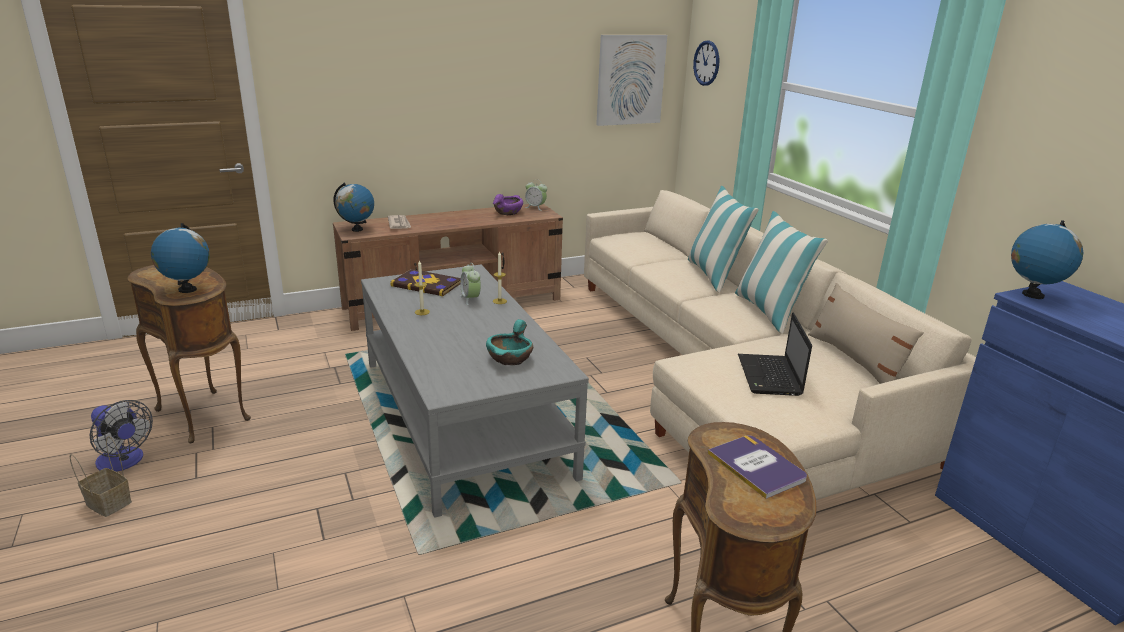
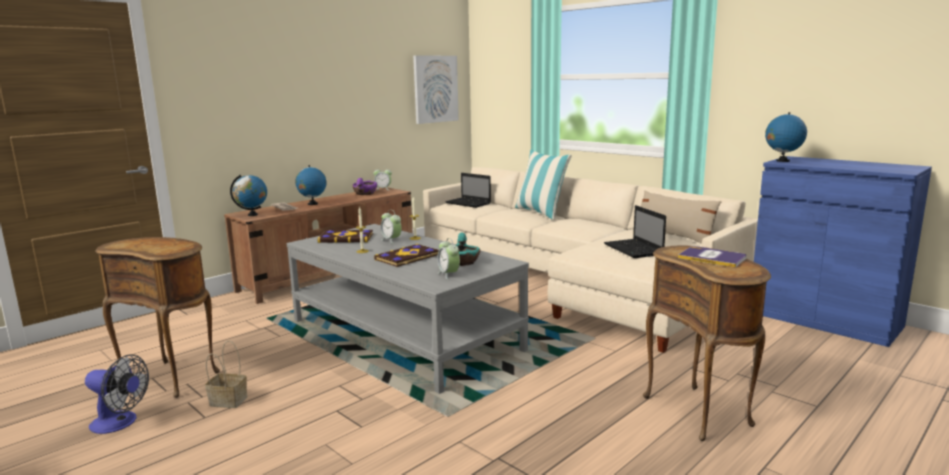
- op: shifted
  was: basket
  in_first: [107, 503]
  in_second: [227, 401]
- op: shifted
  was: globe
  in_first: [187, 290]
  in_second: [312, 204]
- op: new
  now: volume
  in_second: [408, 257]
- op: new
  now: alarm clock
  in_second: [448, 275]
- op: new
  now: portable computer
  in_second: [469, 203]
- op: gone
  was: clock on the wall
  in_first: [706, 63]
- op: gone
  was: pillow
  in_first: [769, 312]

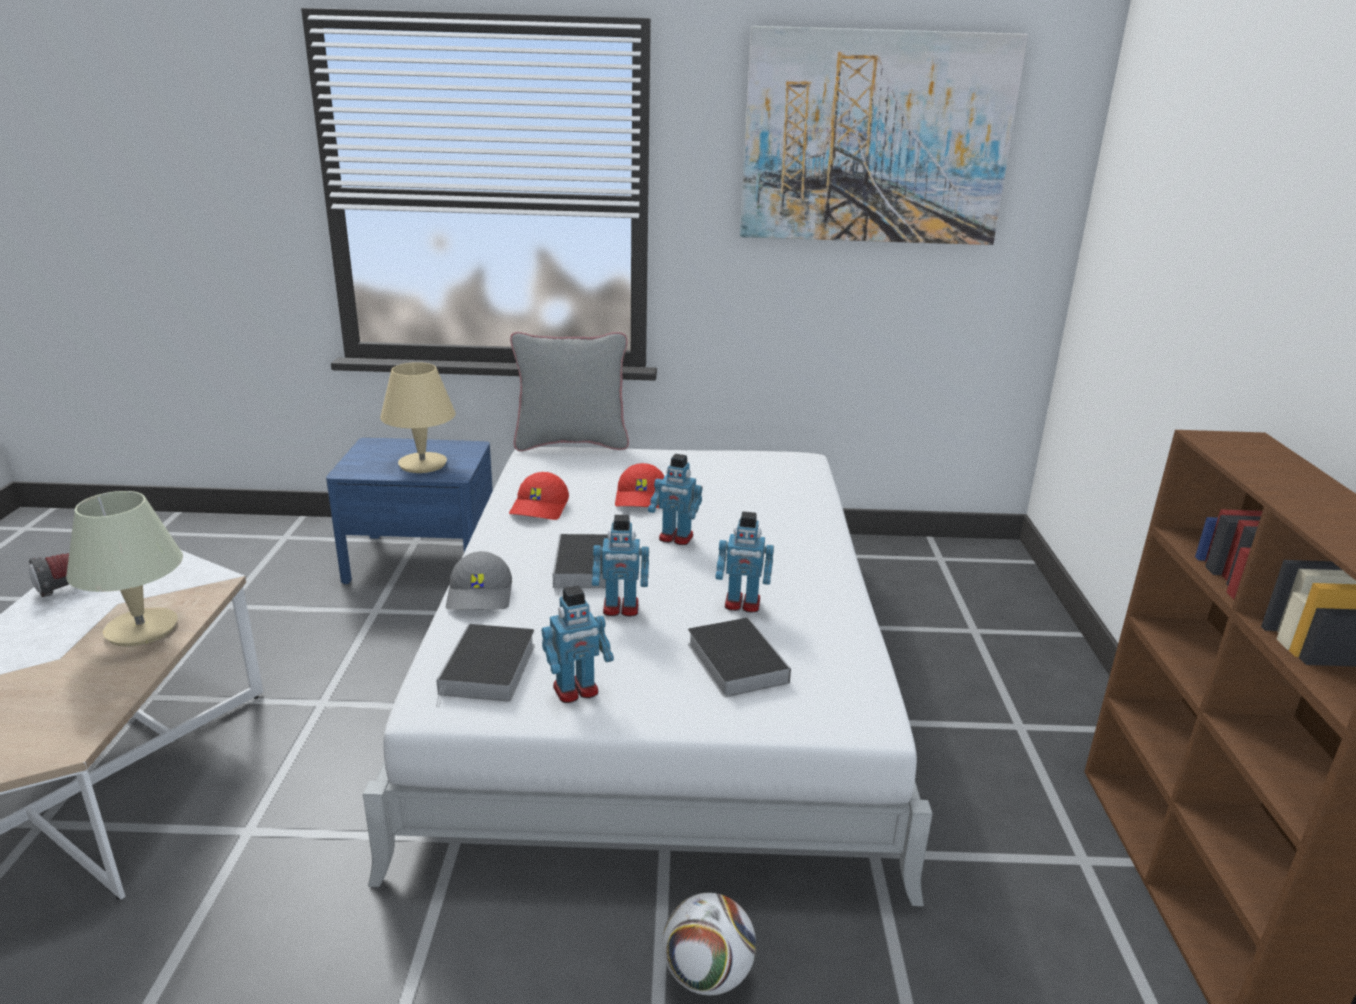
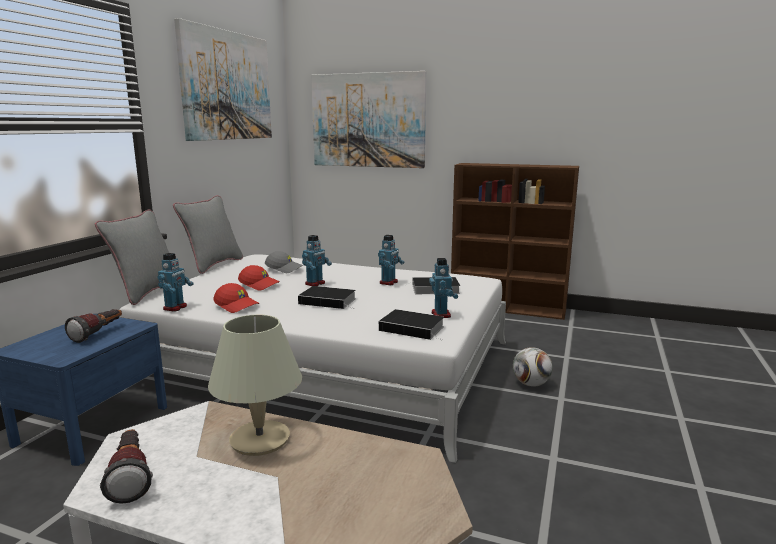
- op: swapped
  was: tabletop lamp/sand-coloured
  now: torch
  in_first: [422, 464]
  in_second: [99, 333]
- op: shifted
  was: model robot
  in_first: [621, 608]
  in_second: [175, 308]
- op: new
  now: pillow/grey
  in_second: [213, 265]
- op: shifted
  was: peaked cap/grey
  in_first: [481, 595]
  in_second: [284, 269]
- op: new
  now: picture
  in_second: [368, 120]

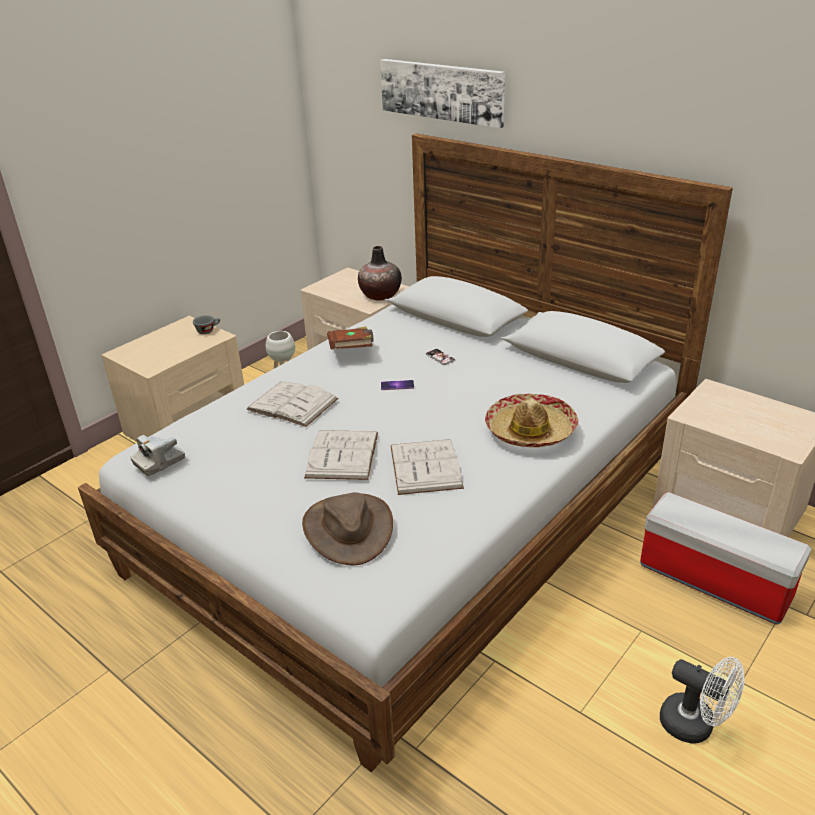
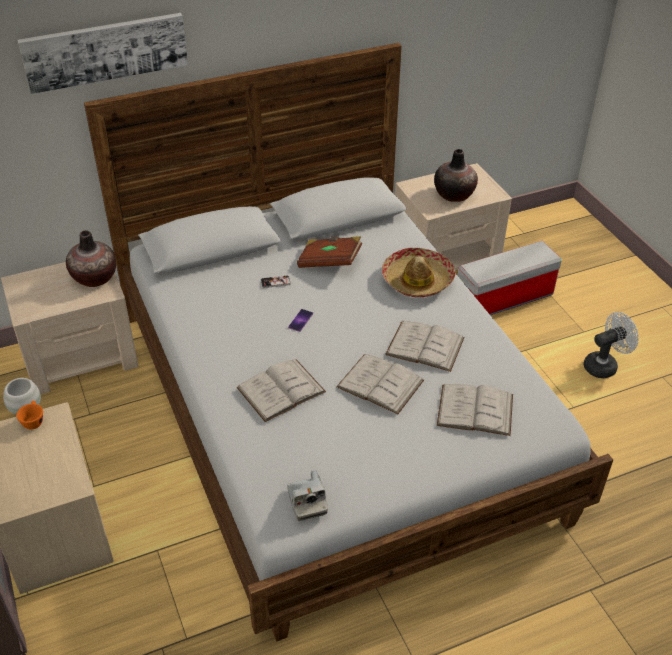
- op: repainted
  was: small cup/grey
  now: small cup/orange-coloured
  in_first: [208, 330]
  in_second: [33, 420]
- op: shifted
  was: volume/brownish
  in_first: [351, 350]
  in_second: [329, 262]
- op: new
  now: vase
  in_second: [454, 195]
- op: swapped
  was: hat/brownish
  now: volume/whitish
  in_first: [348, 529]
  in_second: [475, 410]

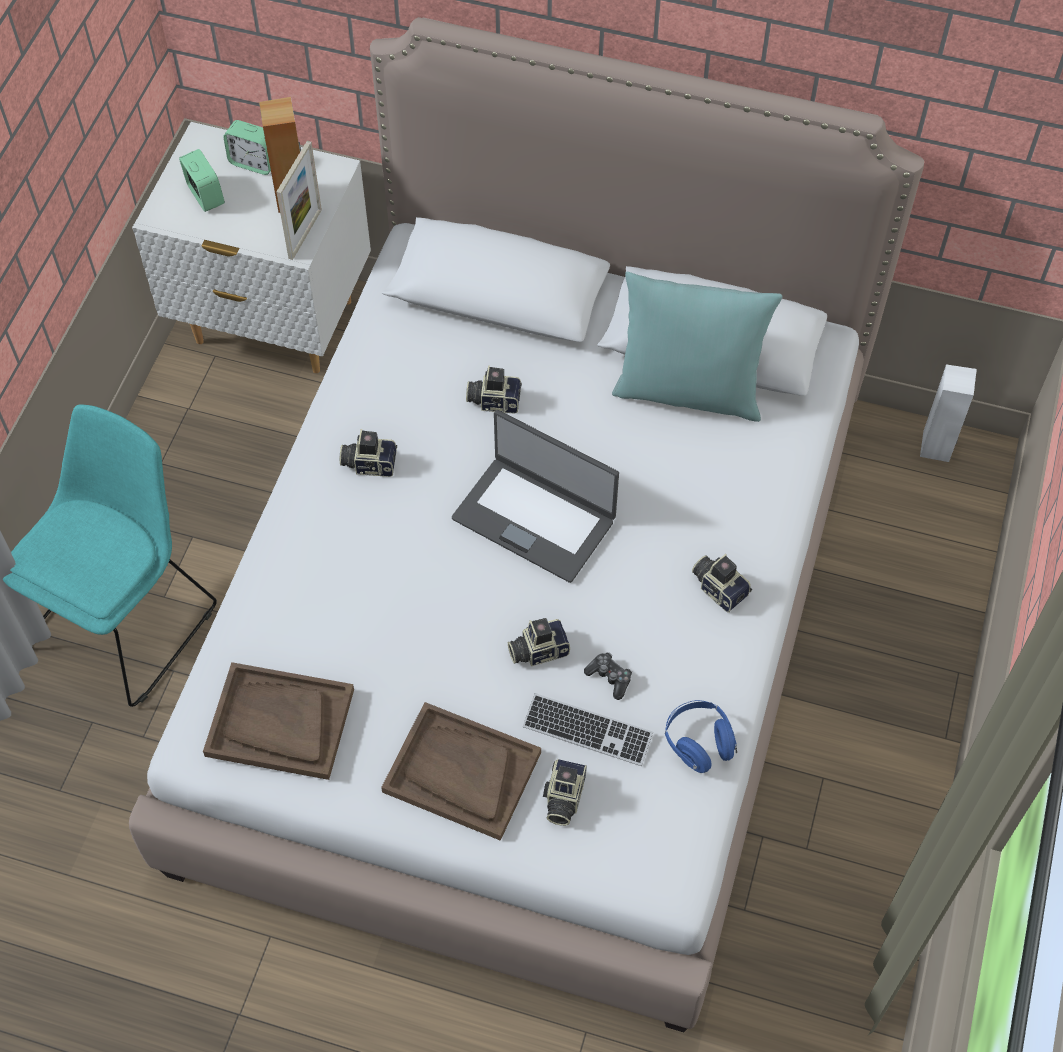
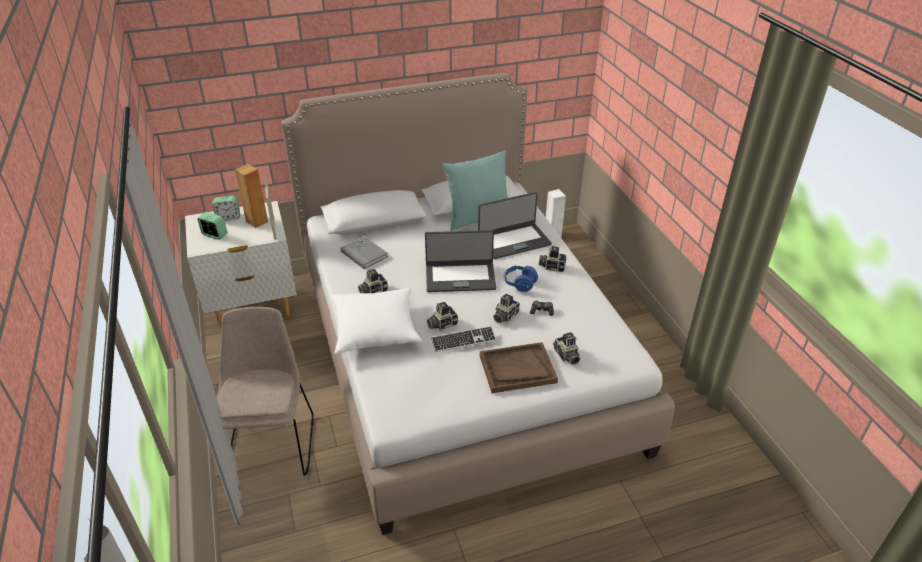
- op: repainted
  was: upright chair/turquoise
  now: upright chair/sand-coloured
  in_first: [125, 619]
  in_second: [271, 444]
- op: new
  now: pillow/whitish
  in_second: [375, 330]
- op: new
  now: volume/grey
  in_second: [364, 254]
- op: shifted
  was: still camera
  in_first: [494, 400]
  in_second: [441, 324]
- op: shifted
  was: PC keyboard
  in_first: [587, 731]
  in_second: [463, 340]
- op: new
  now: portable computer
  in_second: [514, 241]
- op: shifted
  was: pair of headphones/blue-coloured
  in_first: [699, 743]
  in_second: [519, 284]
- op: gone
  was: carrying tray/brownish
  in_first: [279, 723]

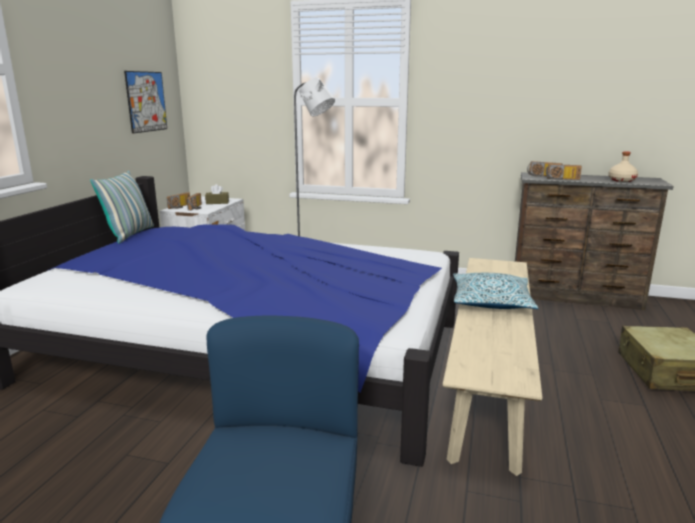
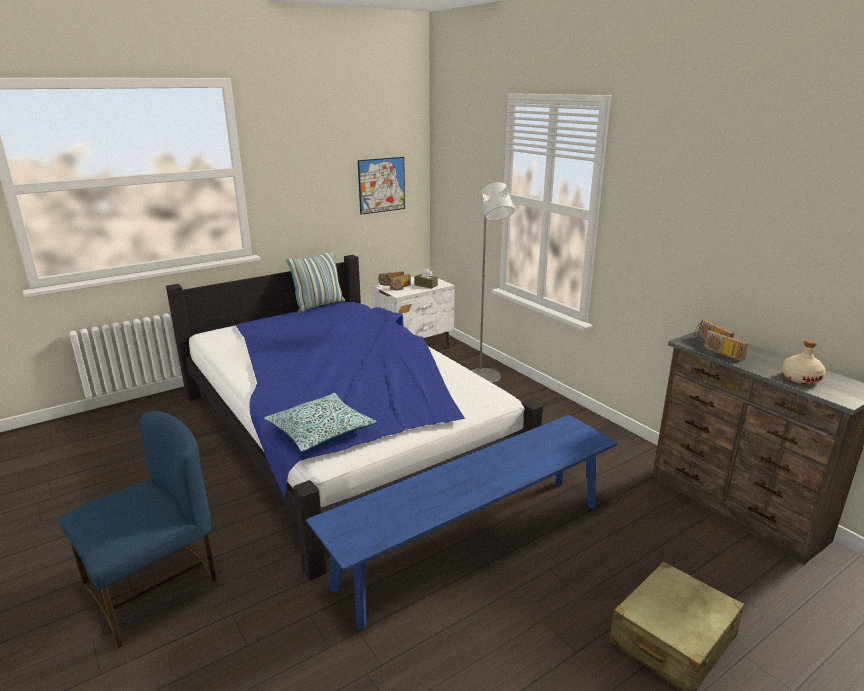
- op: shifted
  was: pillow
  in_first: [491, 302]
  in_second: [320, 431]
- op: repainted
  was: long seat/sand-coloured
  now: long seat/blue-coloured
  in_first: [488, 378]
  in_second: [474, 544]

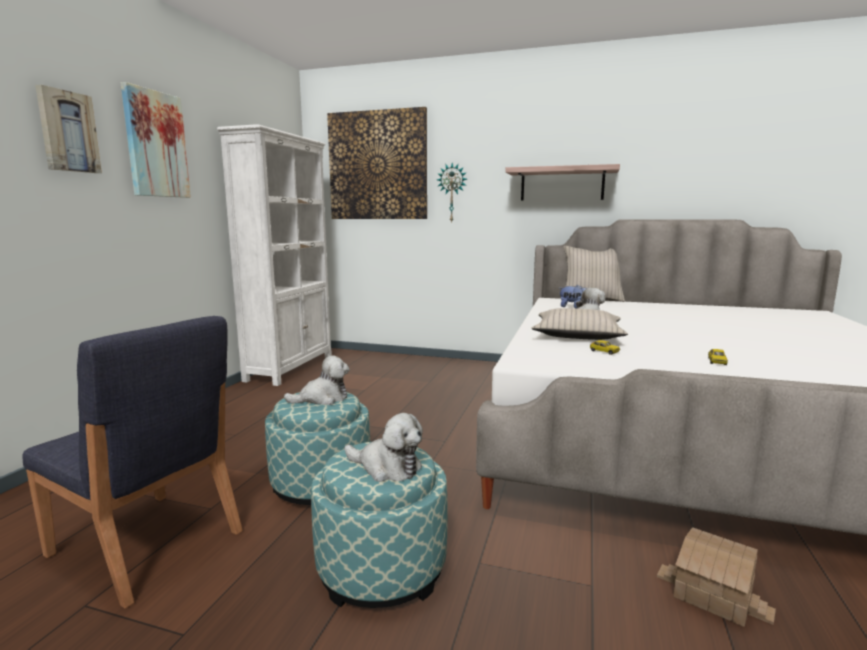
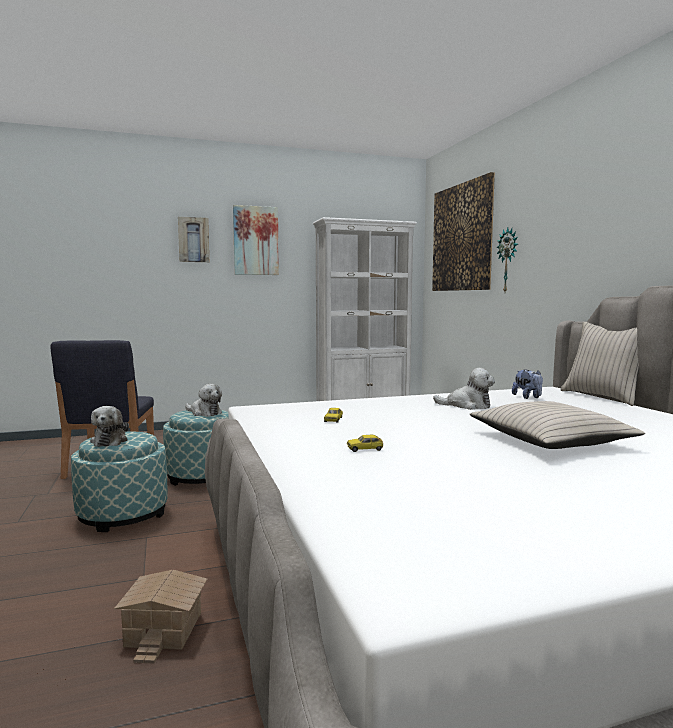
- op: shifted
  was: pillow/sand-coloured
  in_first: [577, 335]
  in_second: [549, 440]
- op: gone
  was: wall shelf
  in_first: [562, 184]

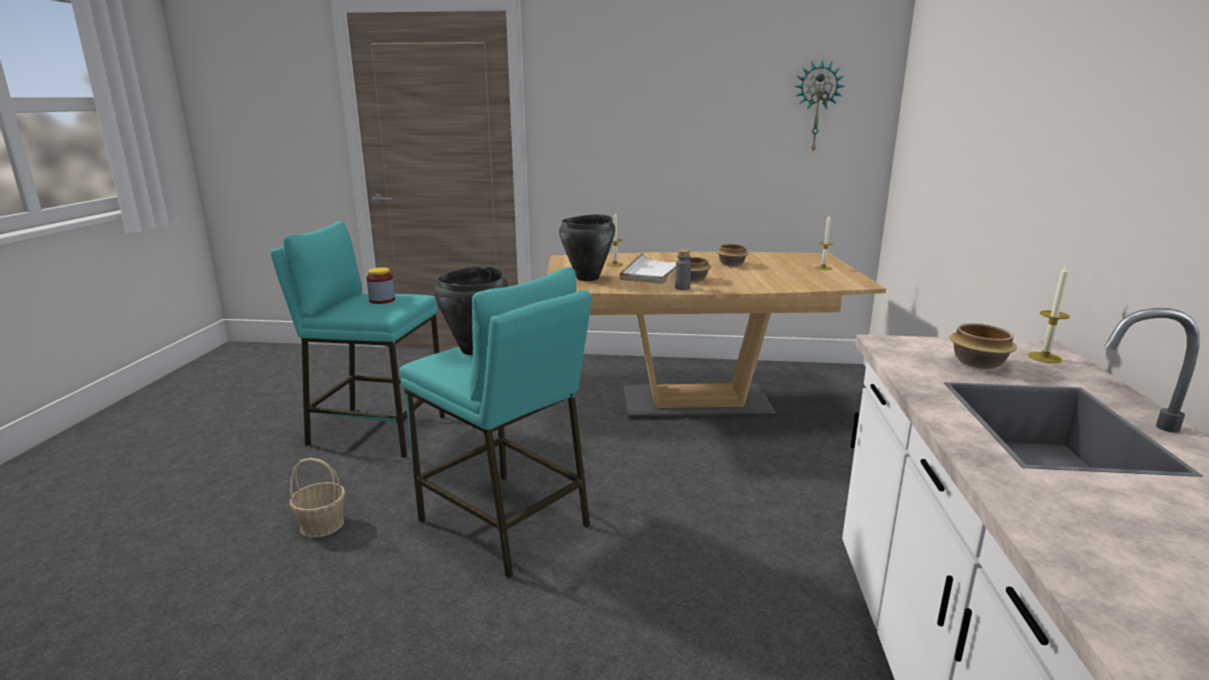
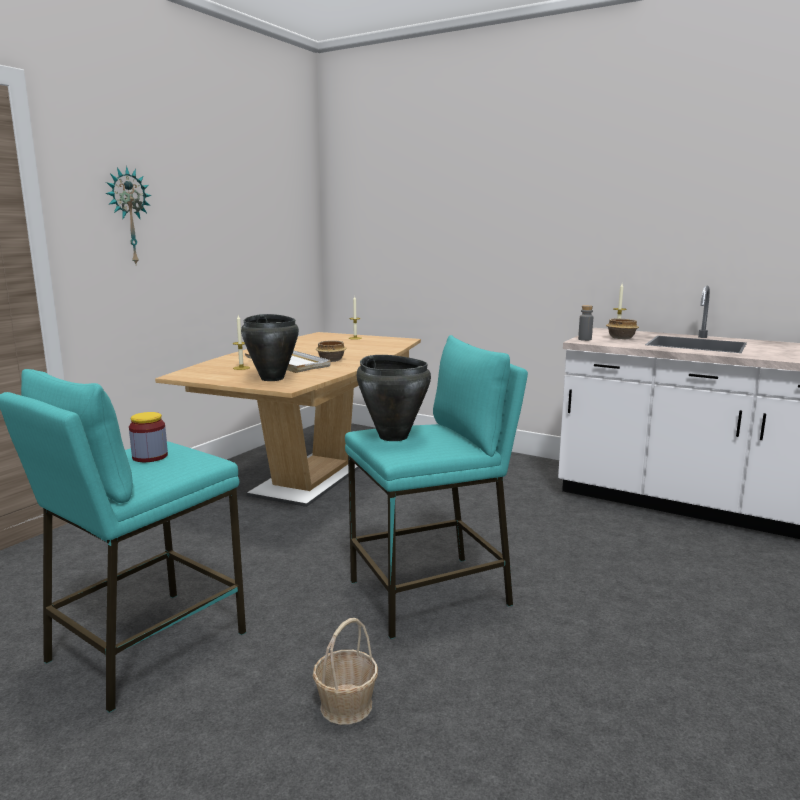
- op: shifted
  was: clock on the wall
  in_first: [816, 107]
  in_second: [128, 216]
- op: shifted
  was: drink bottle/grey
  in_first: [682, 288]
  in_second: [584, 339]
- op: gone
  was: serving bowl
  in_first: [731, 264]

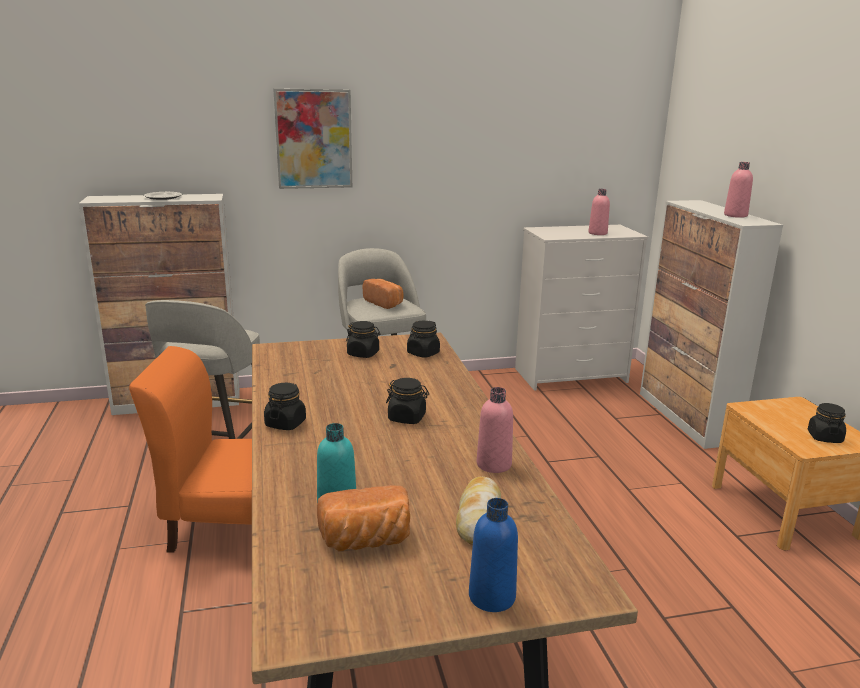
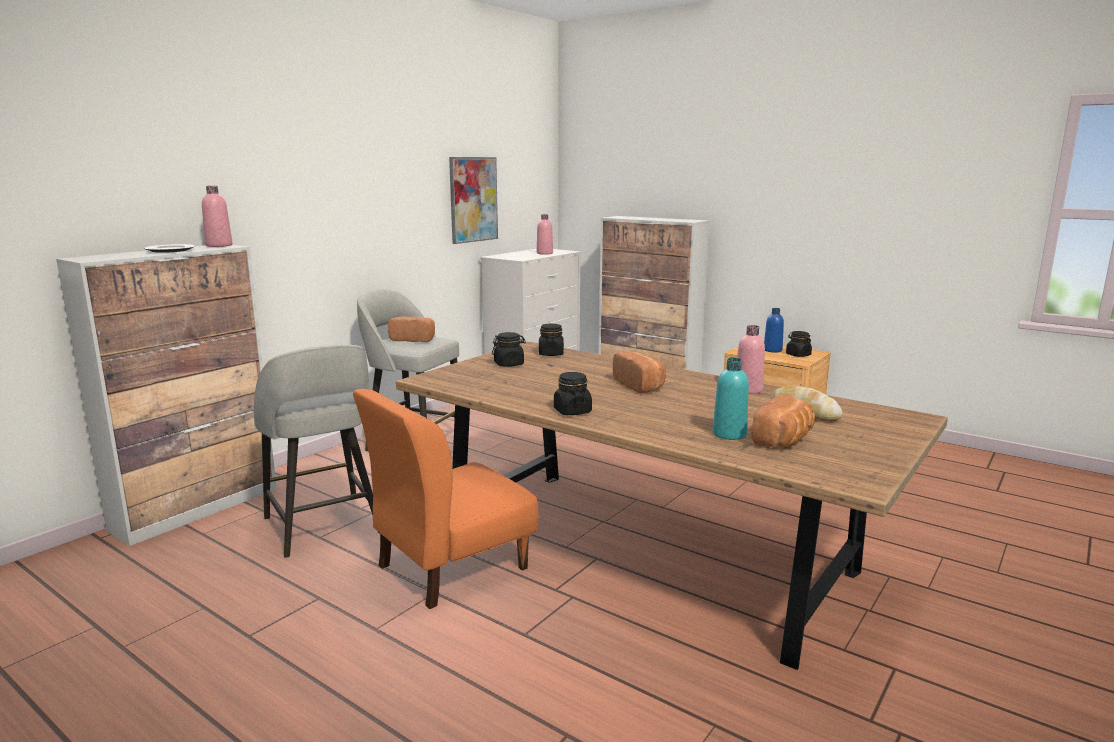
- op: shifted
  was: drink bottle/pinkish
  in_first: [735, 215]
  in_second: [219, 245]
- op: shifted
  was: picture
  in_first: [314, 139]
  in_second: [473, 199]
- op: swapped
  was: storage jar/black
  now: bread
  in_first: [407, 418]
  in_second: [640, 385]
- op: shifted
  was: drink bottle/blue-coloured
  in_first: [492, 597]
  in_second: [772, 350]

